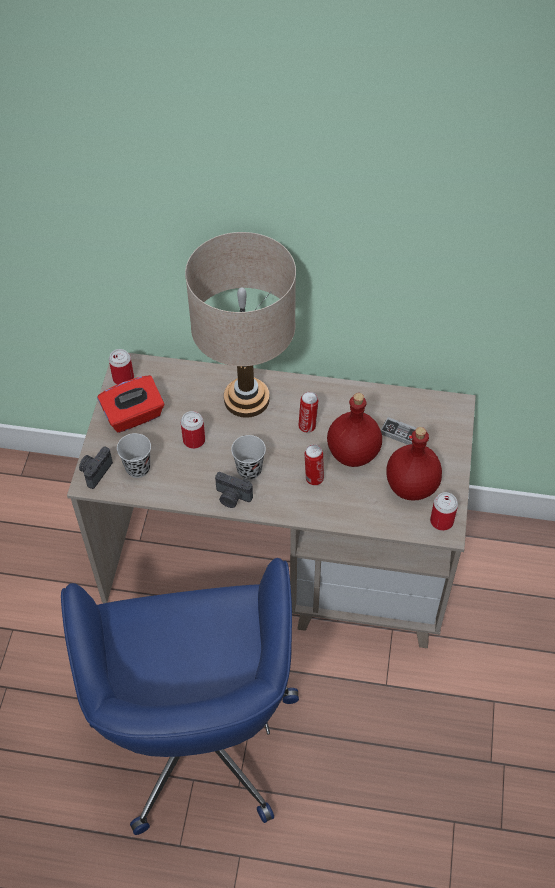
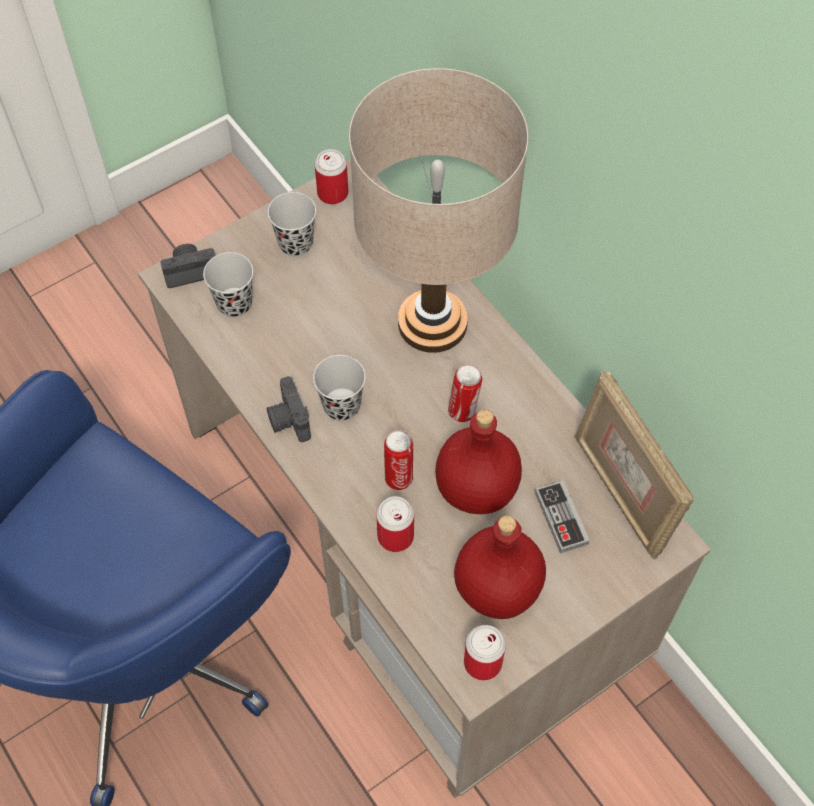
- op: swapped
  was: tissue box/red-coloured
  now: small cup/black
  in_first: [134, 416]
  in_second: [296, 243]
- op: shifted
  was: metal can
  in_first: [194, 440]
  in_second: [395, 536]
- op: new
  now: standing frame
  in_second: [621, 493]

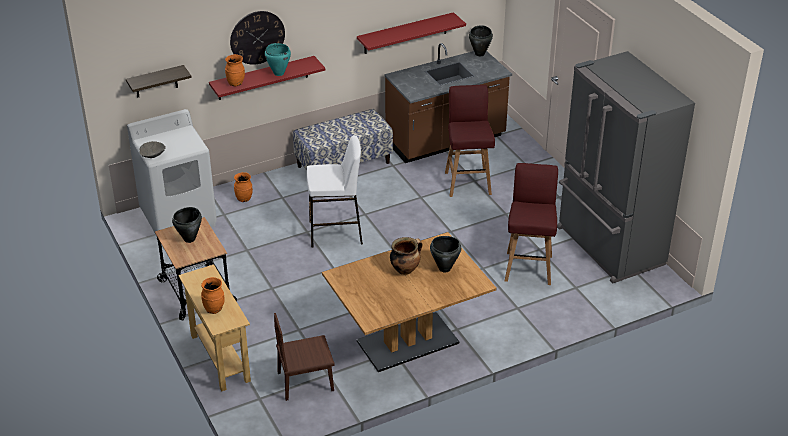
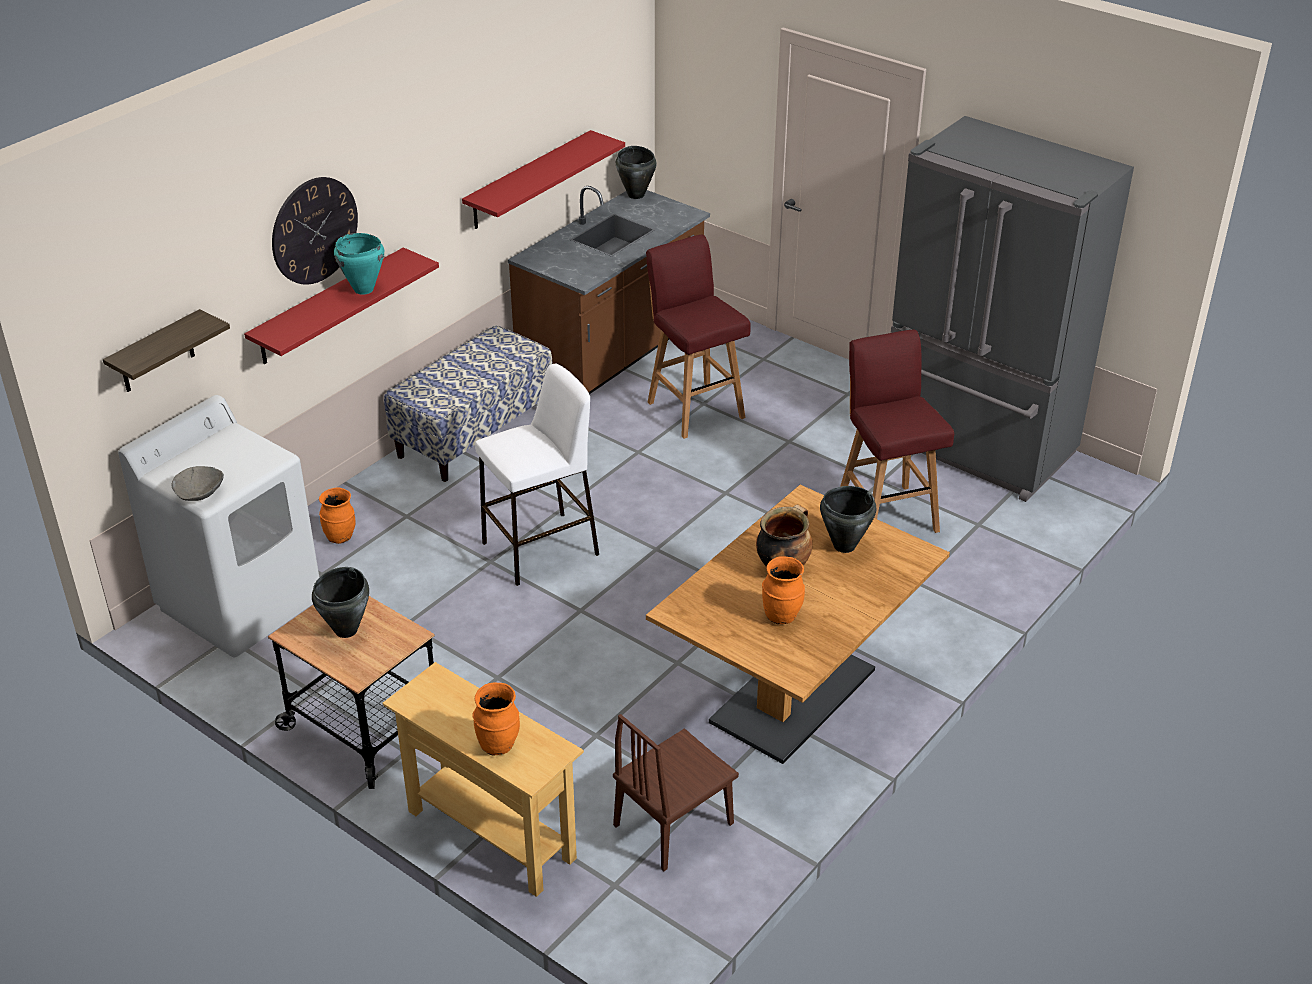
- op: shifted
  was: vase/orange-coloured
  in_first: [236, 83]
  in_second: [781, 615]

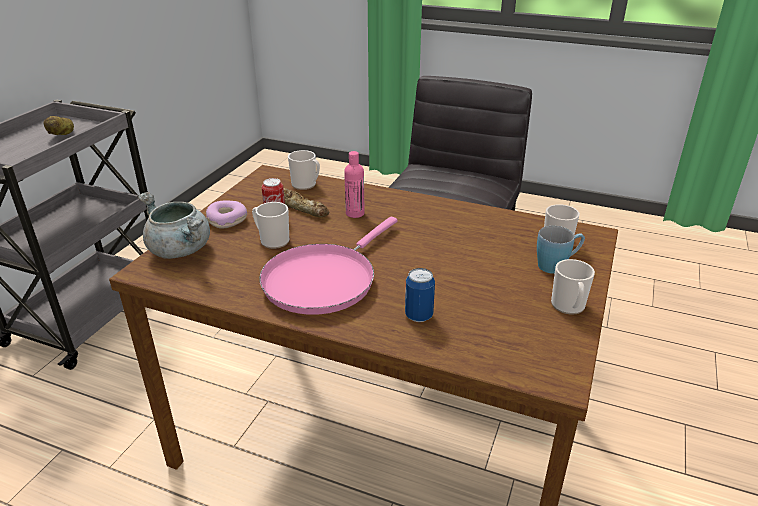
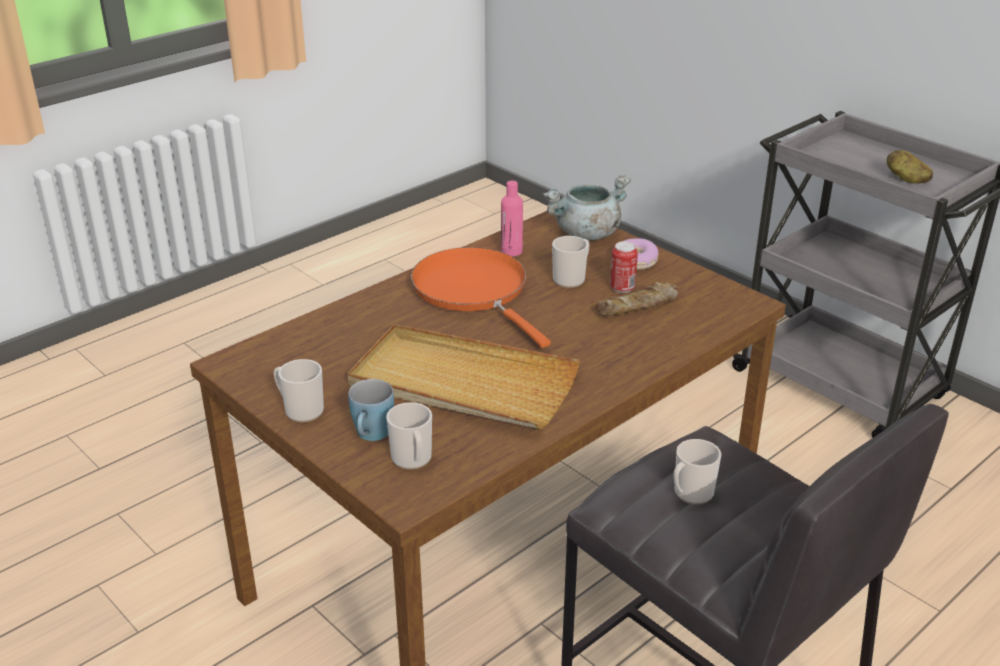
- op: new
  now: carrying tray/sand-coloured
  in_second: [462, 384]
- op: repainted
  was: pan/pinkish
  now: pan/orange-coloured
  in_first: [323, 280]
  in_second: [474, 291]
- op: shifted
  was: drink bottle/pinkish
  in_first: [355, 213]
  in_second: [511, 251]
- op: shifted
  was: coffee mug
  in_first: [306, 185]
  in_second: [690, 494]
- op: gone
  was: metal can
  in_first: [418, 316]

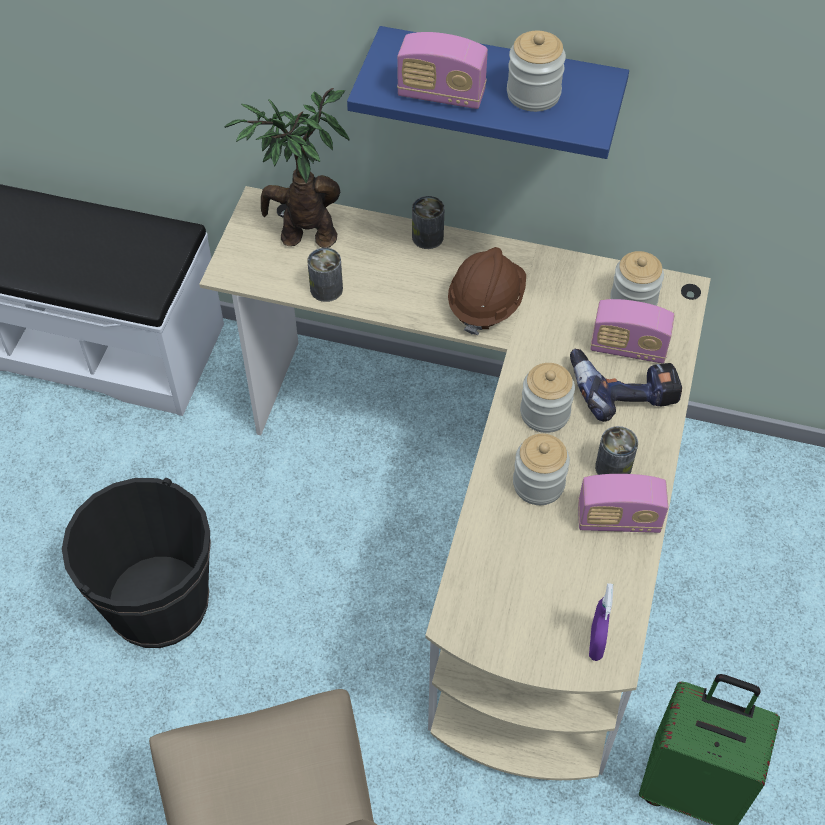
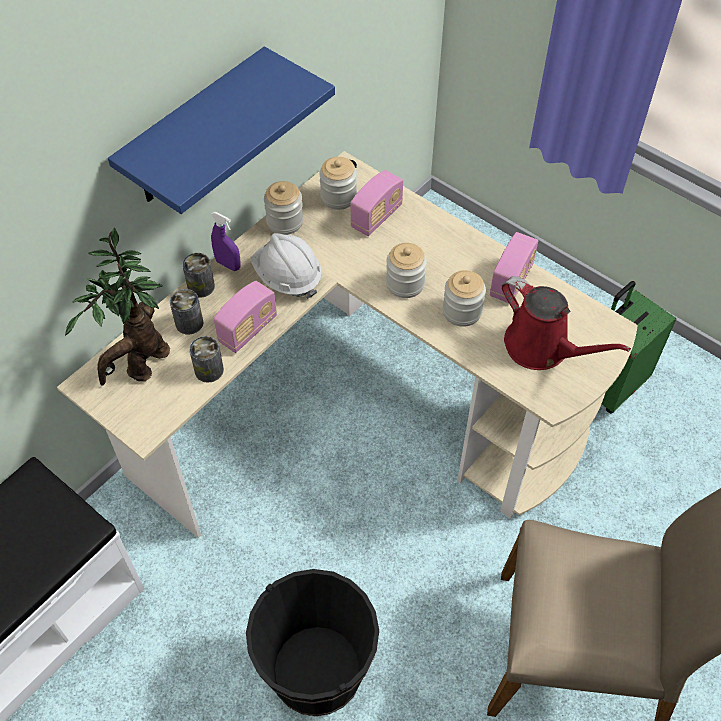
- op: shifted
  was: metal can
  in_first: [613, 468]
  in_second: [189, 323]
- op: shifted
  was: sprayer/purple
  in_first: [596, 643]
  in_second: [228, 264]
- op: shifted
  was: radio receiver
  in_first: [441, 95]
  in_second: [248, 329]
- op: repainted
  was: safety helmet/brownish
  now: safety helmet/whitish
  in_first: [485, 303]
  in_second: [287, 277]
- op: shifted
  was: storage jar
  in_first: [533, 94]
  in_second: [285, 222]
- op: new
  now: watering pot/red-coloured
  in_second: [542, 348]
- op: gone
  was: electric drill
  in_first: [622, 388]

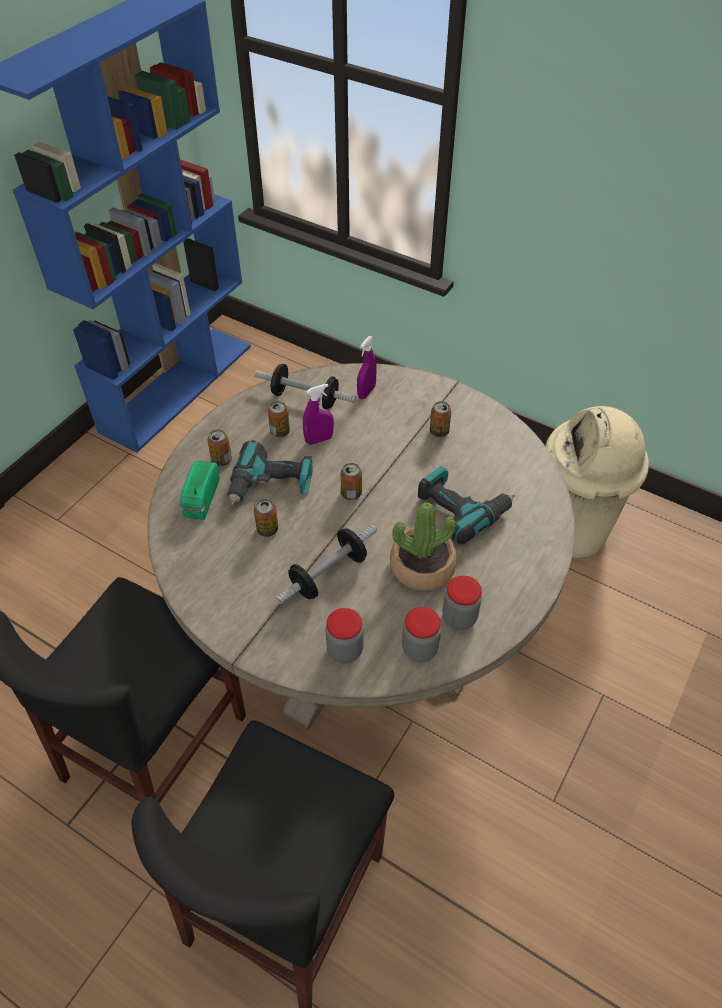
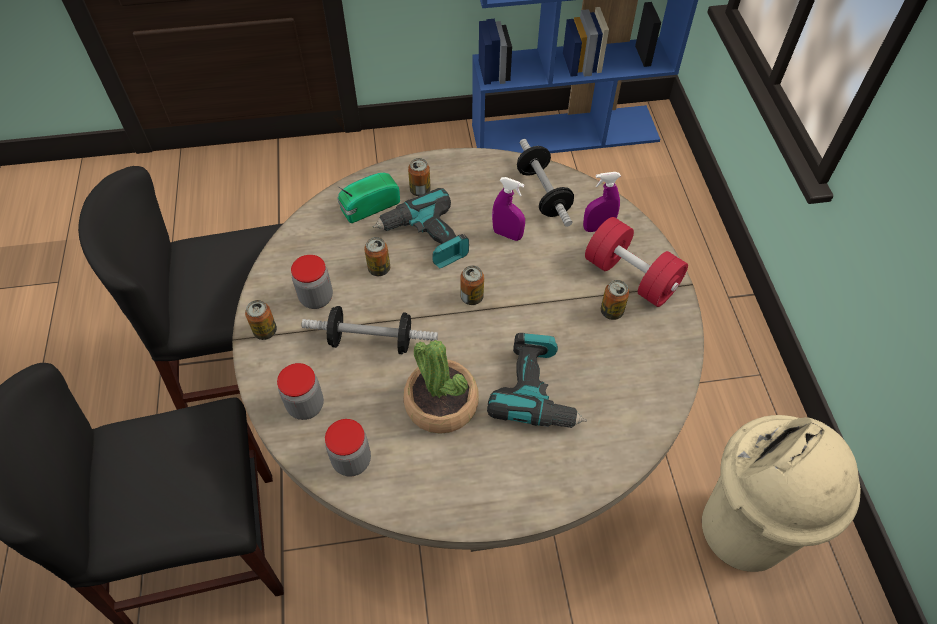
- op: shifted
  was: metal can
  in_first: [280, 431]
  in_second: [265, 331]
- op: shifted
  was: storage jar
  in_first: [459, 617]
  in_second: [316, 298]
- op: new
  now: free weight/red-coloured
  in_second: [631, 276]

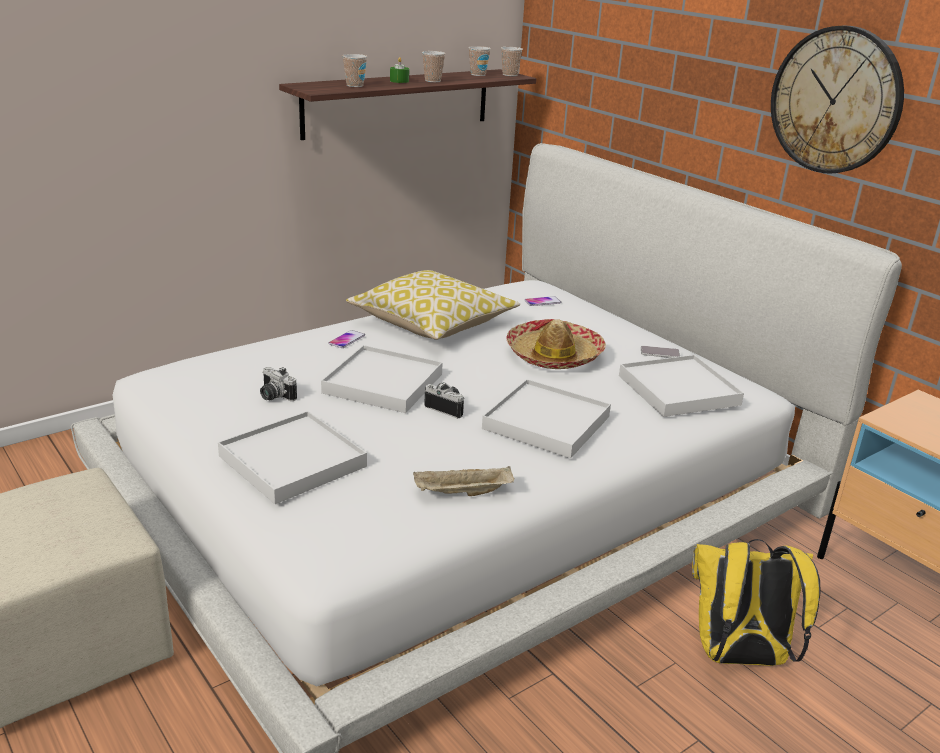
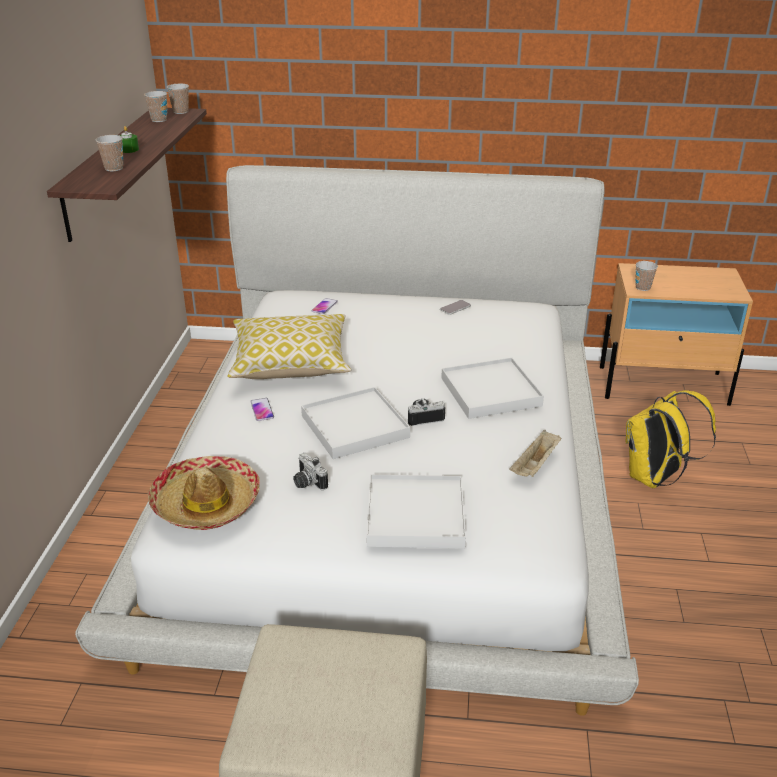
- op: shifted
  was: hat
  in_first: [554, 355]
  in_second: [206, 503]
- op: rotated
  was: still camera
  in_first: [274, 396]
  in_second: [307, 482]
  clockwise: 60
- op: shifted
  was: small cup
  in_first: [432, 81]
  in_second: [643, 288]
- op: gone
  was: carrying tray/whitish
  in_first: [679, 390]
- op: gone
  was: clock on the wall
  in_first: [835, 100]

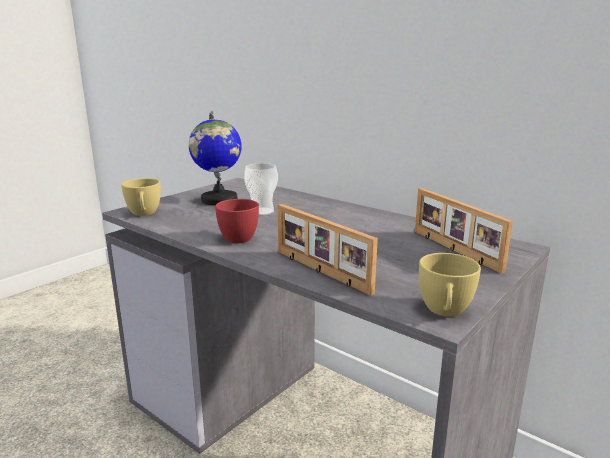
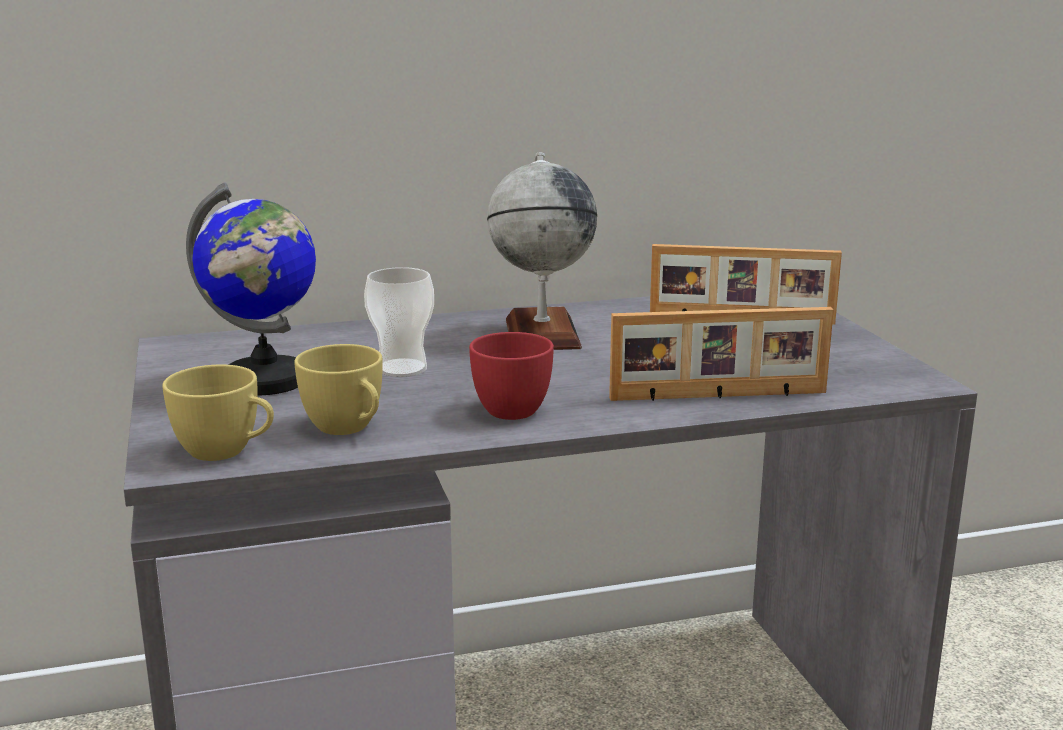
- op: shifted
  was: small cup/yellow
  in_first: [445, 312]
  in_second: [348, 429]
- op: new
  now: globe
  in_second: [541, 333]

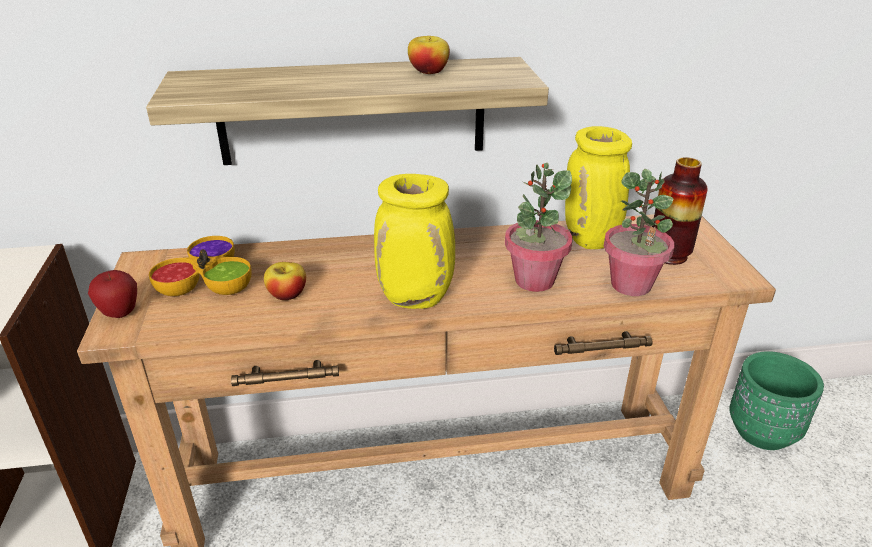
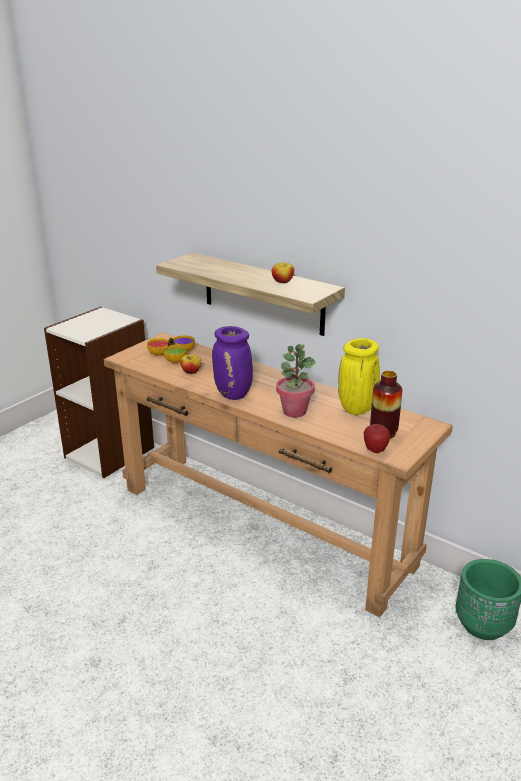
- op: repainted
  was: vase/yellow
  now: vase/purple
  in_first: [417, 299]
  in_second: [234, 395]
- op: shifted
  was: apple
  in_first: [120, 314]
  in_second: [375, 450]
- op: gone
  was: houseplant
  in_first: [631, 285]

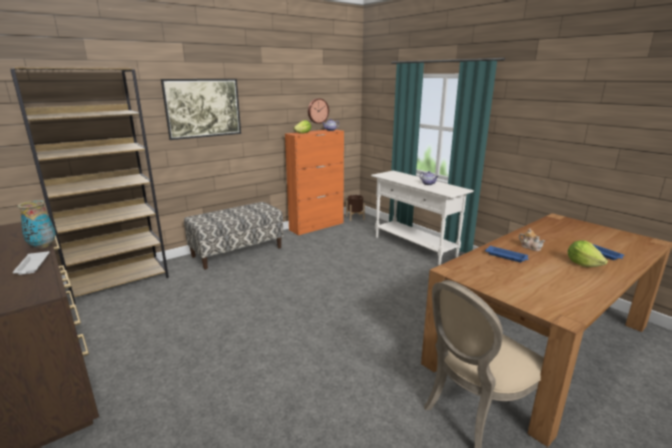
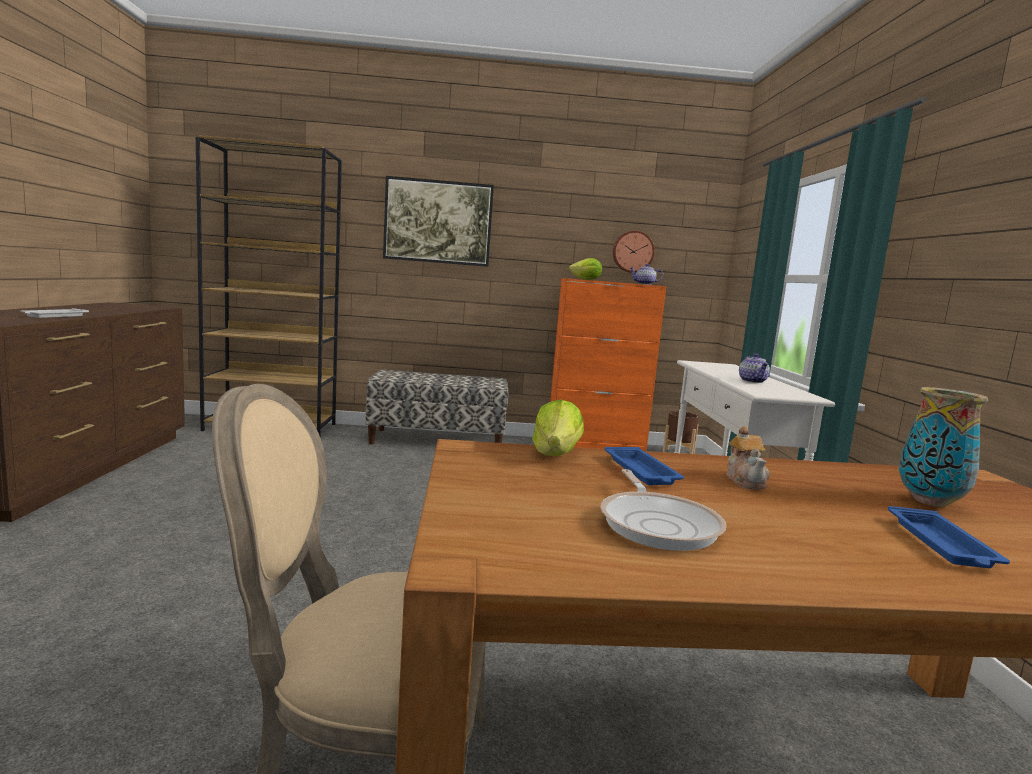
- op: shifted
  was: lettuce head
  in_first: [583, 264]
  in_second: [556, 454]
- op: new
  now: pan
  in_second: [658, 524]
- op: shifted
  was: vase
  in_first: [42, 246]
  in_second: [929, 501]

